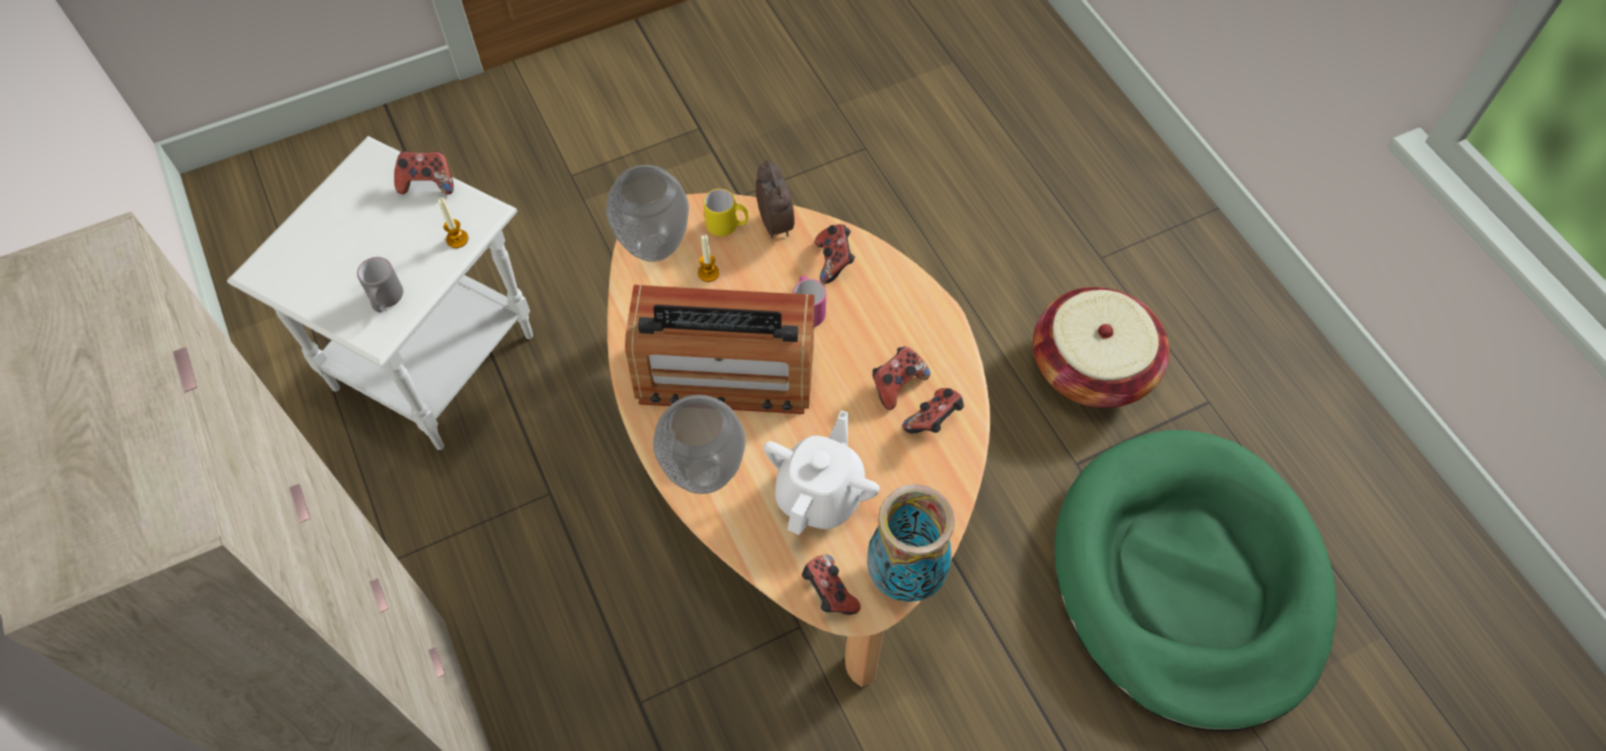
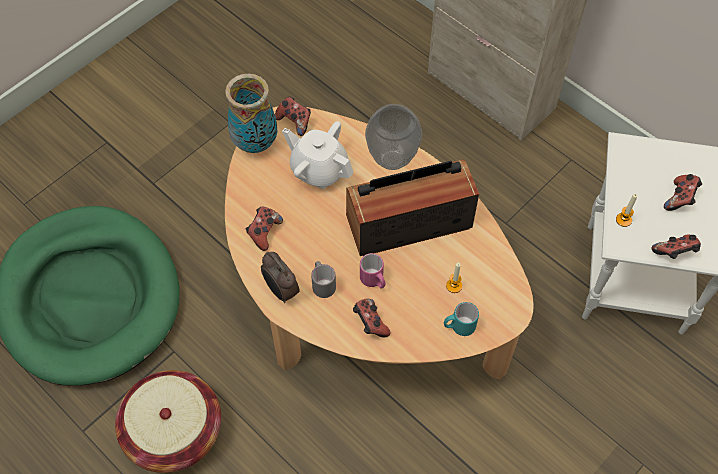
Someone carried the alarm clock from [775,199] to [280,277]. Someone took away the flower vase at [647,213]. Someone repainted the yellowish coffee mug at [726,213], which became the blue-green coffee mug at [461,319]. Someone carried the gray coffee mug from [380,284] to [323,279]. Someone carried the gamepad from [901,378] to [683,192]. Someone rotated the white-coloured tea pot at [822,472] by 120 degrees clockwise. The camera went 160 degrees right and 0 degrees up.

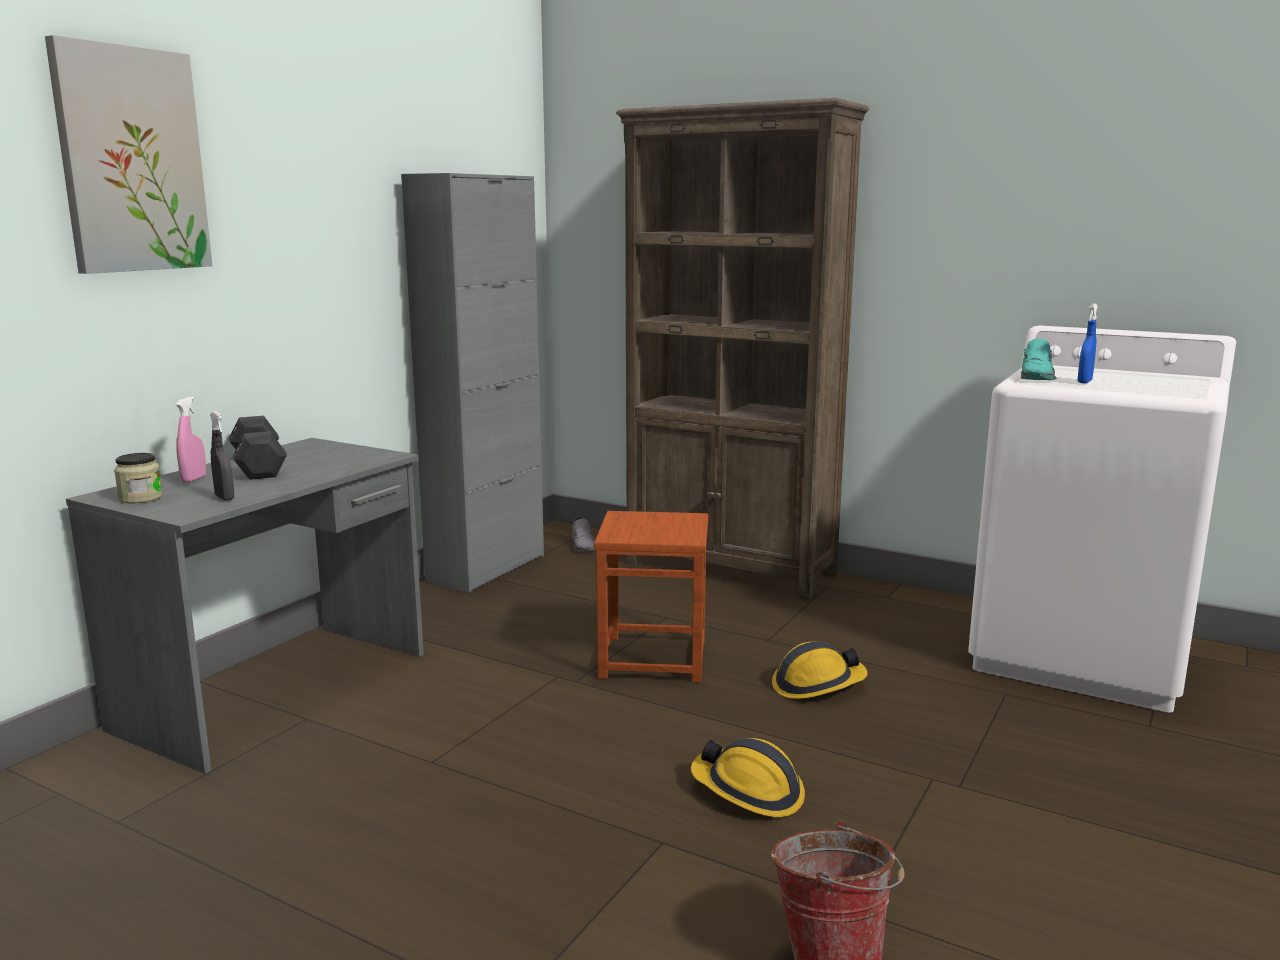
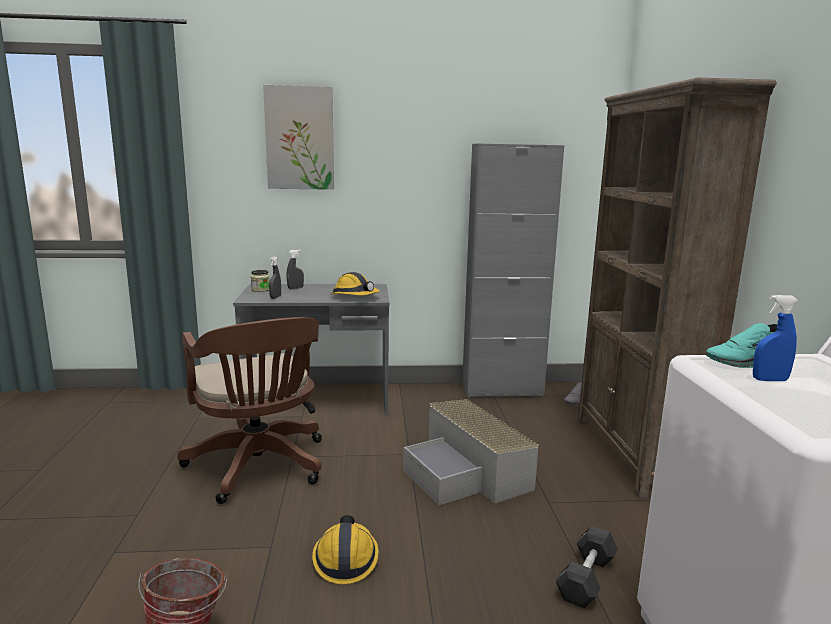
Someone repainted the pink spray bottle at [191,439], which became the gray spray bottle at [295,269]. Someone carried the black-coloured free weight from [258,448] to [587,567]. Someone swapped the brown stool at [651,597] for the gray storage bin at [471,452]. Someone carried the work helmet from [820,670] to [355,283]. Someone put down the brown desk chair at [249,410]. The camera went 55 degrees right and 0 degrees up.

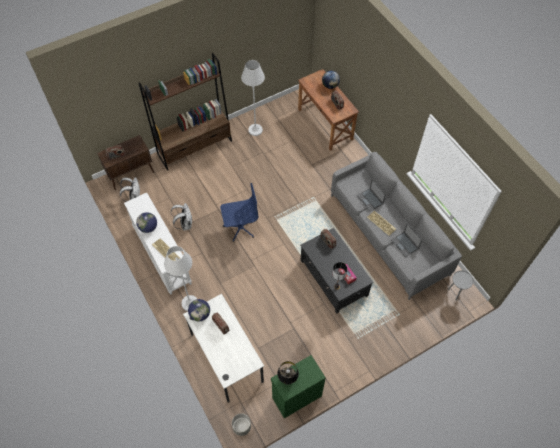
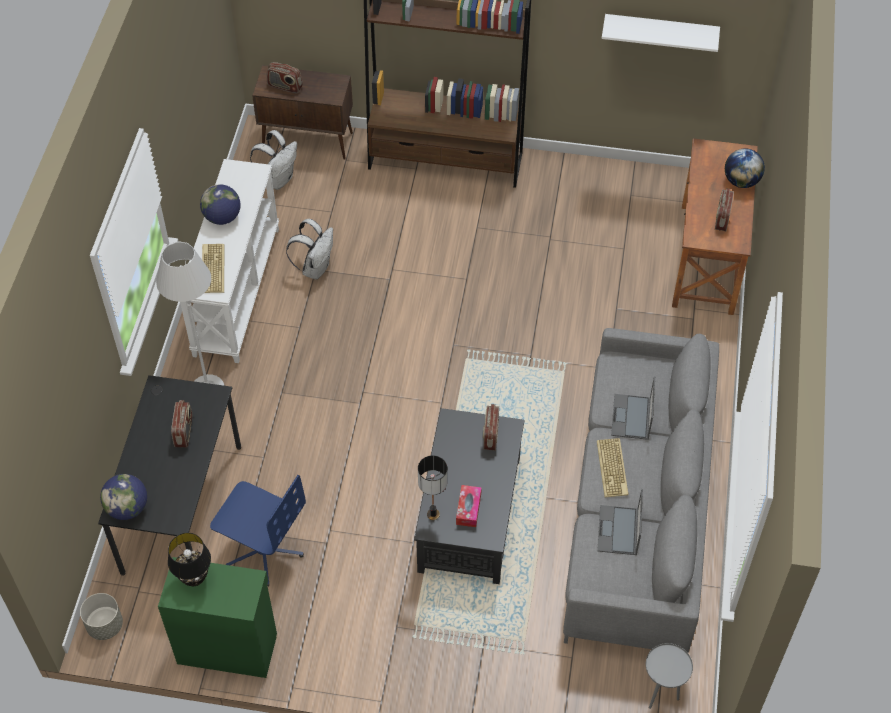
Someone took away the white-coloured standard lamp at [253,98]. Someone carried the blue-coloured desk chair from [239,212] to [258,531]. Someone repainted the white-coloured desk at [223,348], which became the black-coloured desk at [169,475]. Someone carried the globe from [199,310] to [123,497]. Someone put up the white-coloured shelf at [661,33]. The camera went 40 degrees right and 5 degrees down.

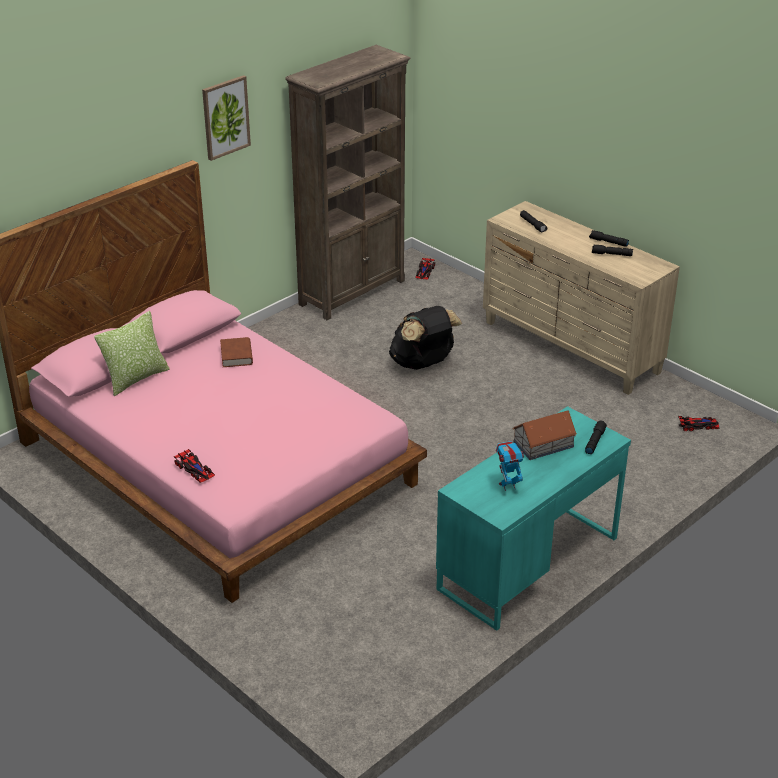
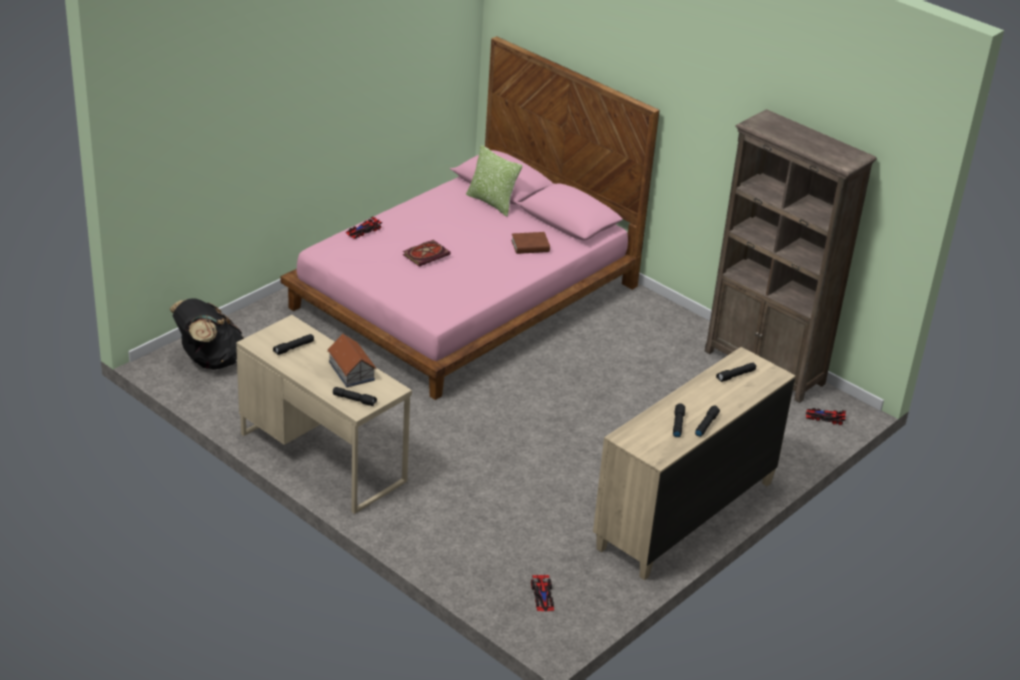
Someone took away the picture at [226,118]. Someone carried the black-coloured knapsack from [425,338] to [207,334]. Someone repainted the blue-green desk at [533,518], which became the beige-coloured desk at [324,414]. Someone swapped the robot figure at [511,466] for the black-coloured hand torch at [293,344]. Someone put down the book at [427,253]. The camera went 85 degrees right and 0 degrees up.

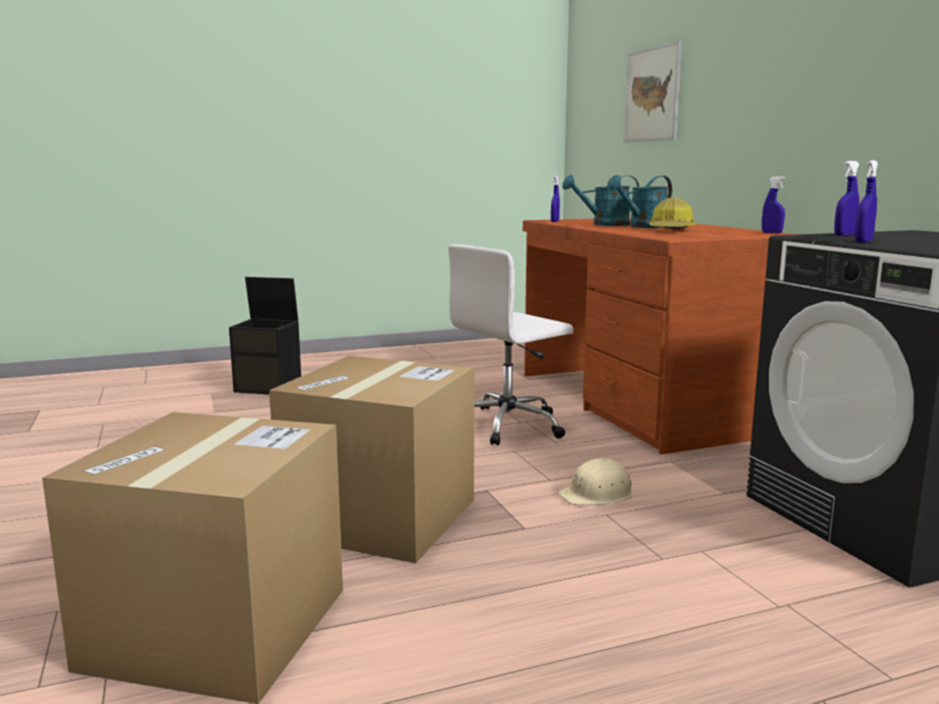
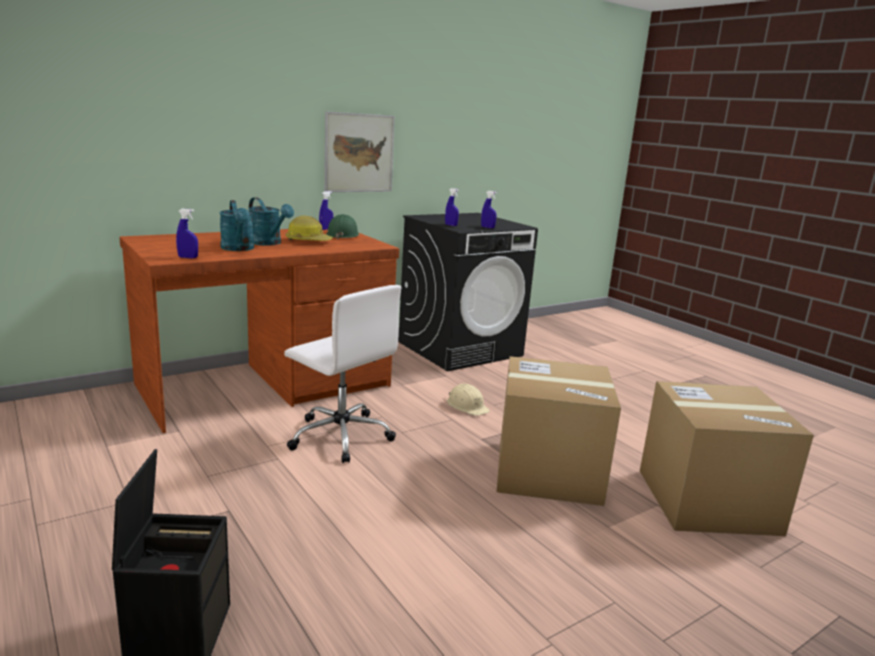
Someone carried the picture from [653,91] to [359,151]. Someone put down the green-coloured work helmet at [342,226]. The camera went 105 degrees left and 5 degrees up.

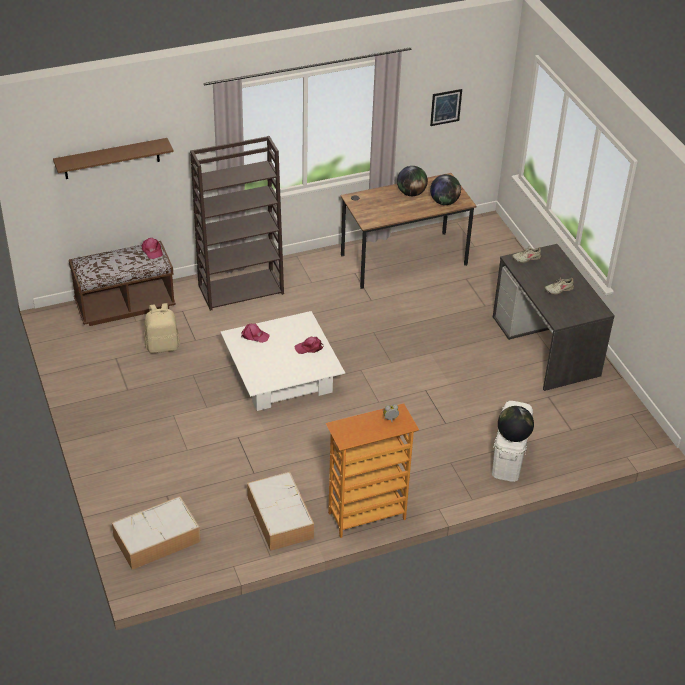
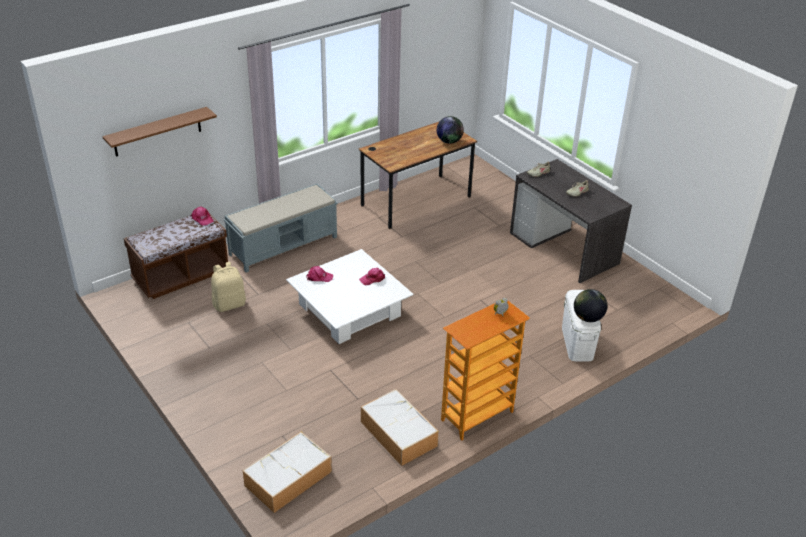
Someone took away the picture at [446,107]. Someone swapped the brown bookshelf at [237,223] for the gray bench at [281,228]. Someone took away the globe at [412,181]. The camera went 15 degrees left and 5 degrees down.

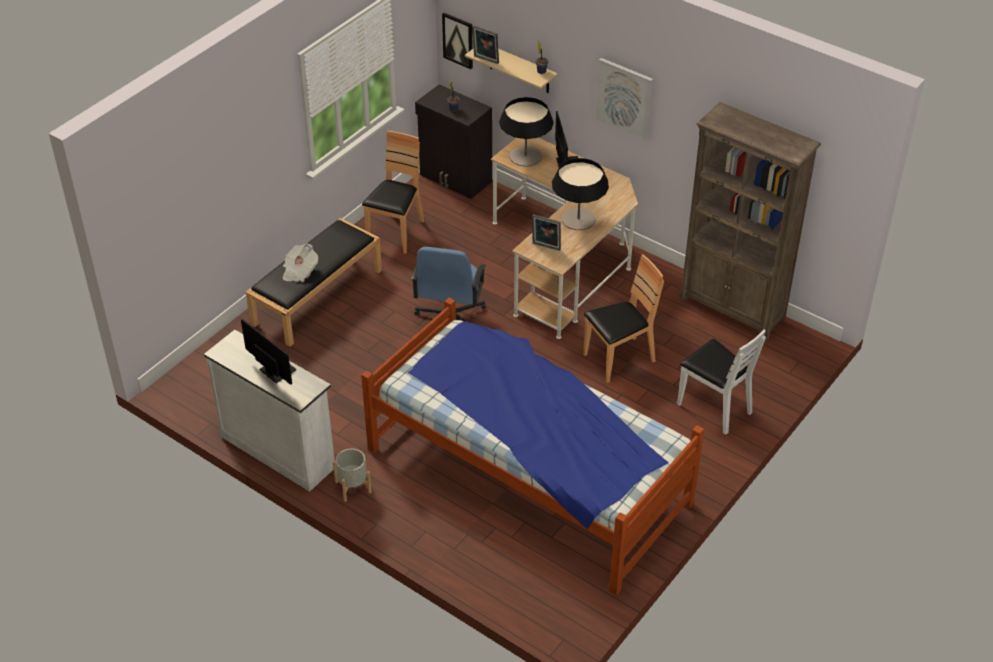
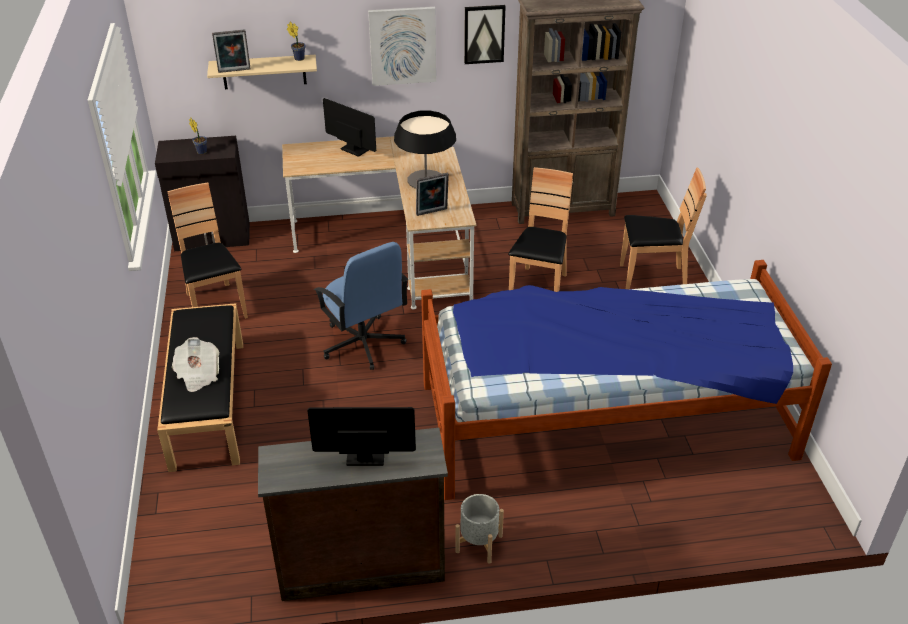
Someone carried the picture from [457,41] to [484,34]. Someone took away the tabletop lamp at [526,132]. Someone repainted the white-coloured drawer chest at [269,411], which became the brown drawer chest at [353,514]. Someone repainted the white-coloured chair at [721,382], which became the brown chair at [663,228]. The camera went 45 degrees left and 5 degrees down.

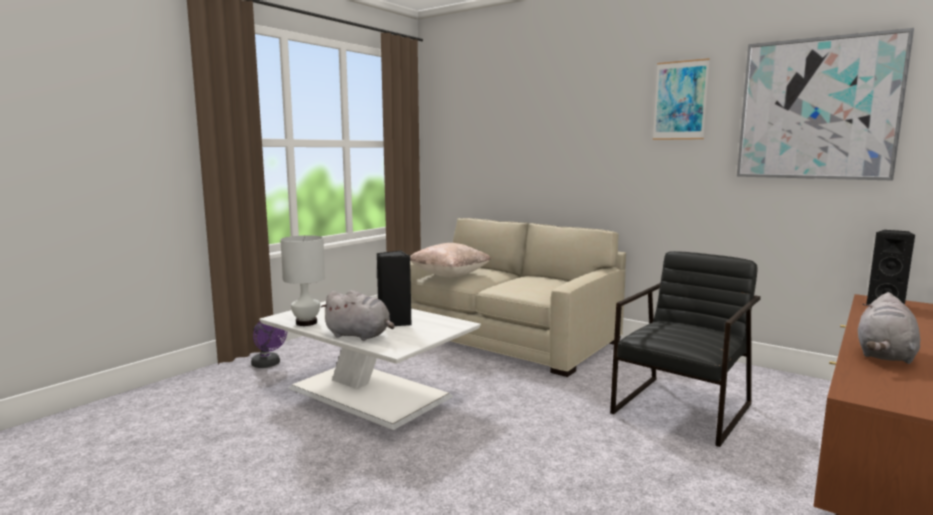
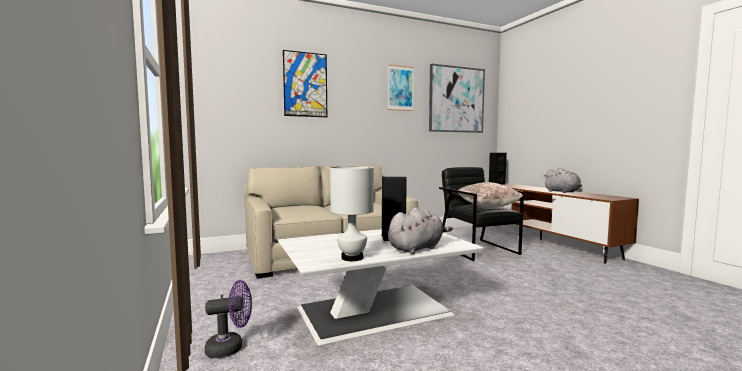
Someone carried the beige-coloured cushion from [450,260] to [490,195]. Someone put up the picture at [305,83]. The camera went 60 degrees left and 5 degrees down.

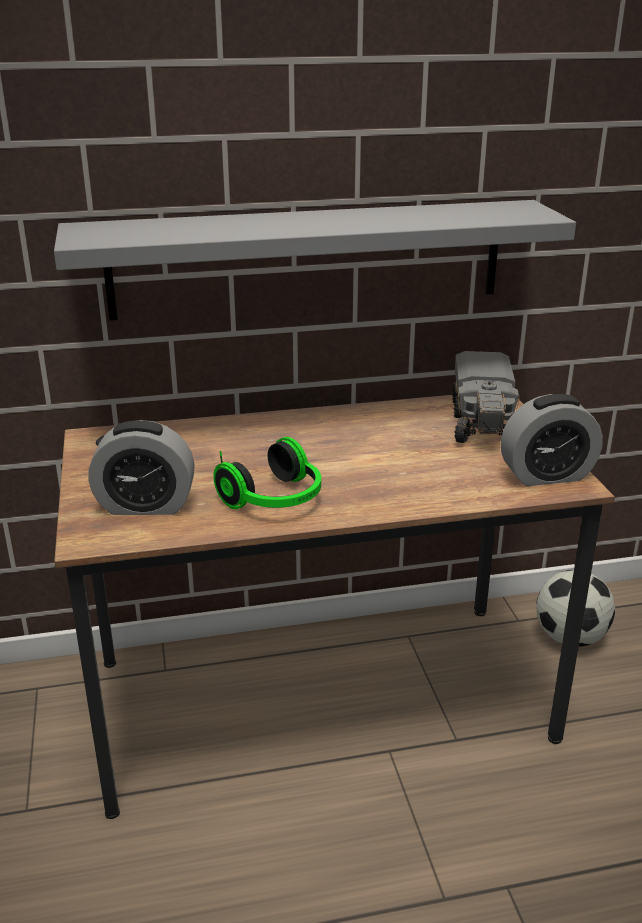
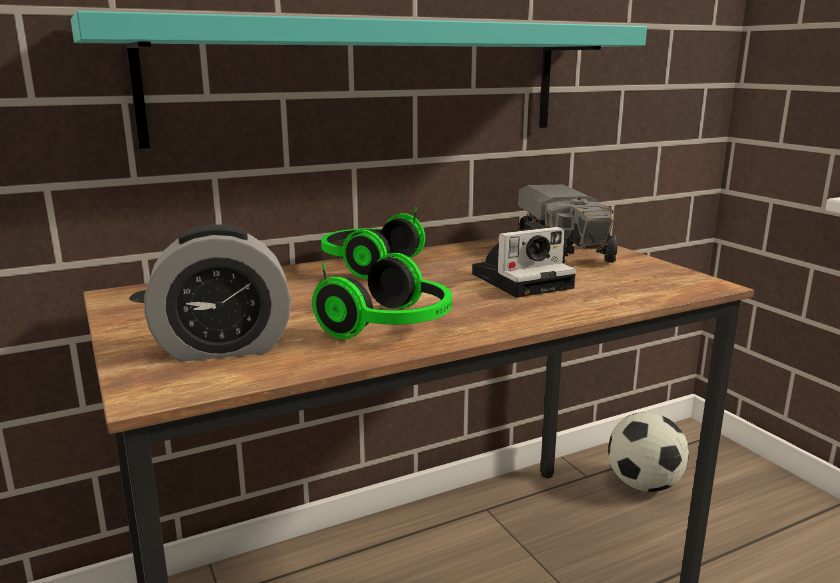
Someone repainted the gray shelf at [315,260], which became the blue-green shelf at [359,80]. Someone took away the alarm clock at [552,440]. Someone put down the headphones at [373,242]. Someone put down the still camera at [524,259]. The camera went 15 degrees left and 10 degrees down.

